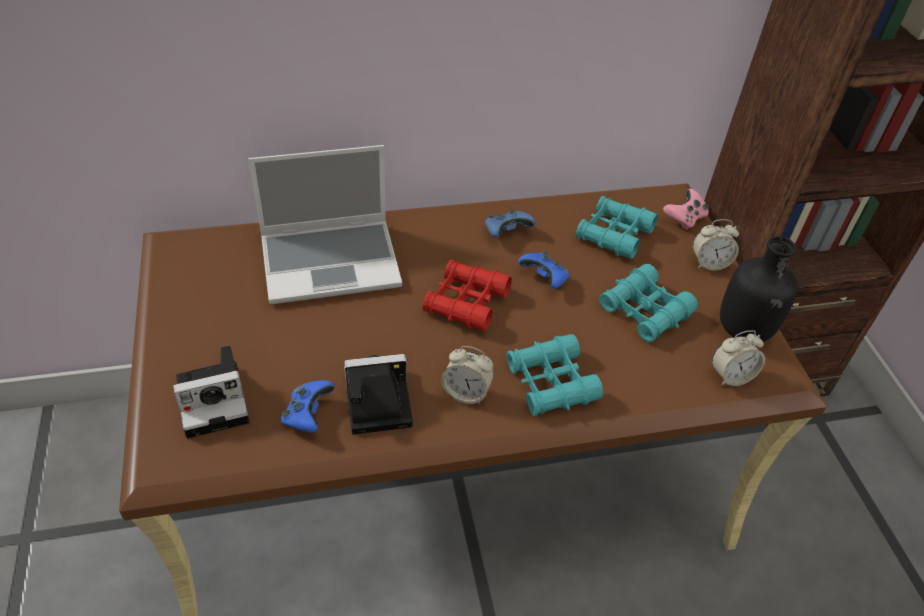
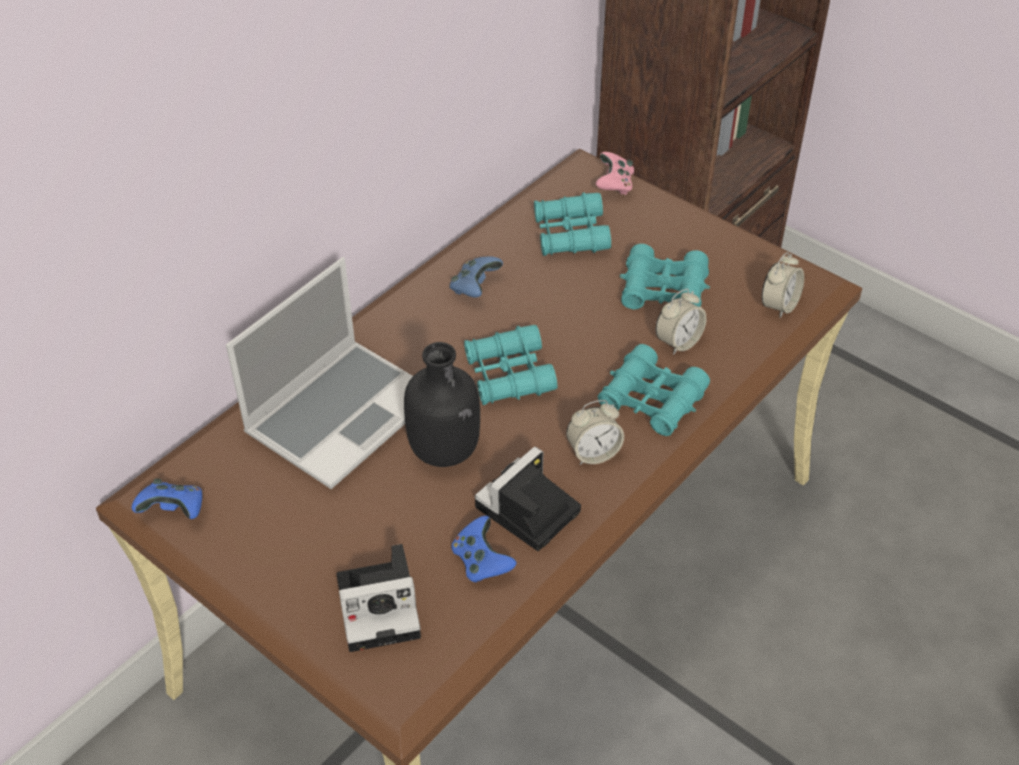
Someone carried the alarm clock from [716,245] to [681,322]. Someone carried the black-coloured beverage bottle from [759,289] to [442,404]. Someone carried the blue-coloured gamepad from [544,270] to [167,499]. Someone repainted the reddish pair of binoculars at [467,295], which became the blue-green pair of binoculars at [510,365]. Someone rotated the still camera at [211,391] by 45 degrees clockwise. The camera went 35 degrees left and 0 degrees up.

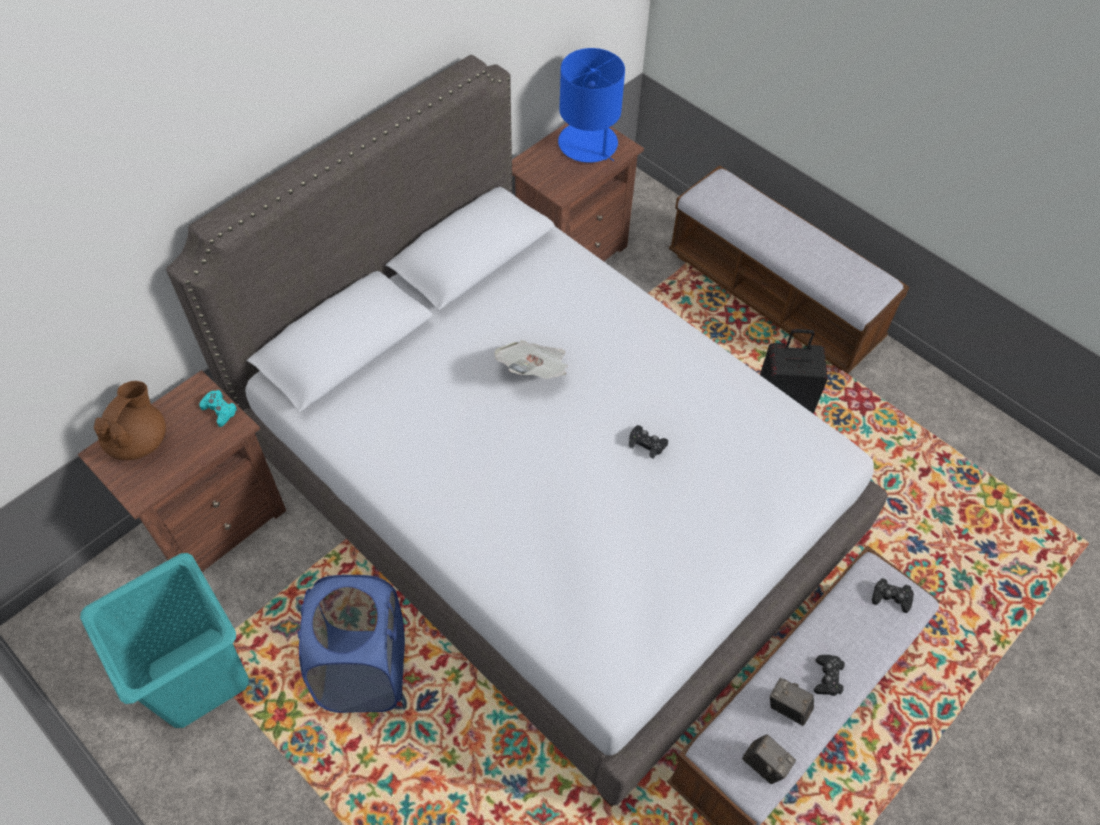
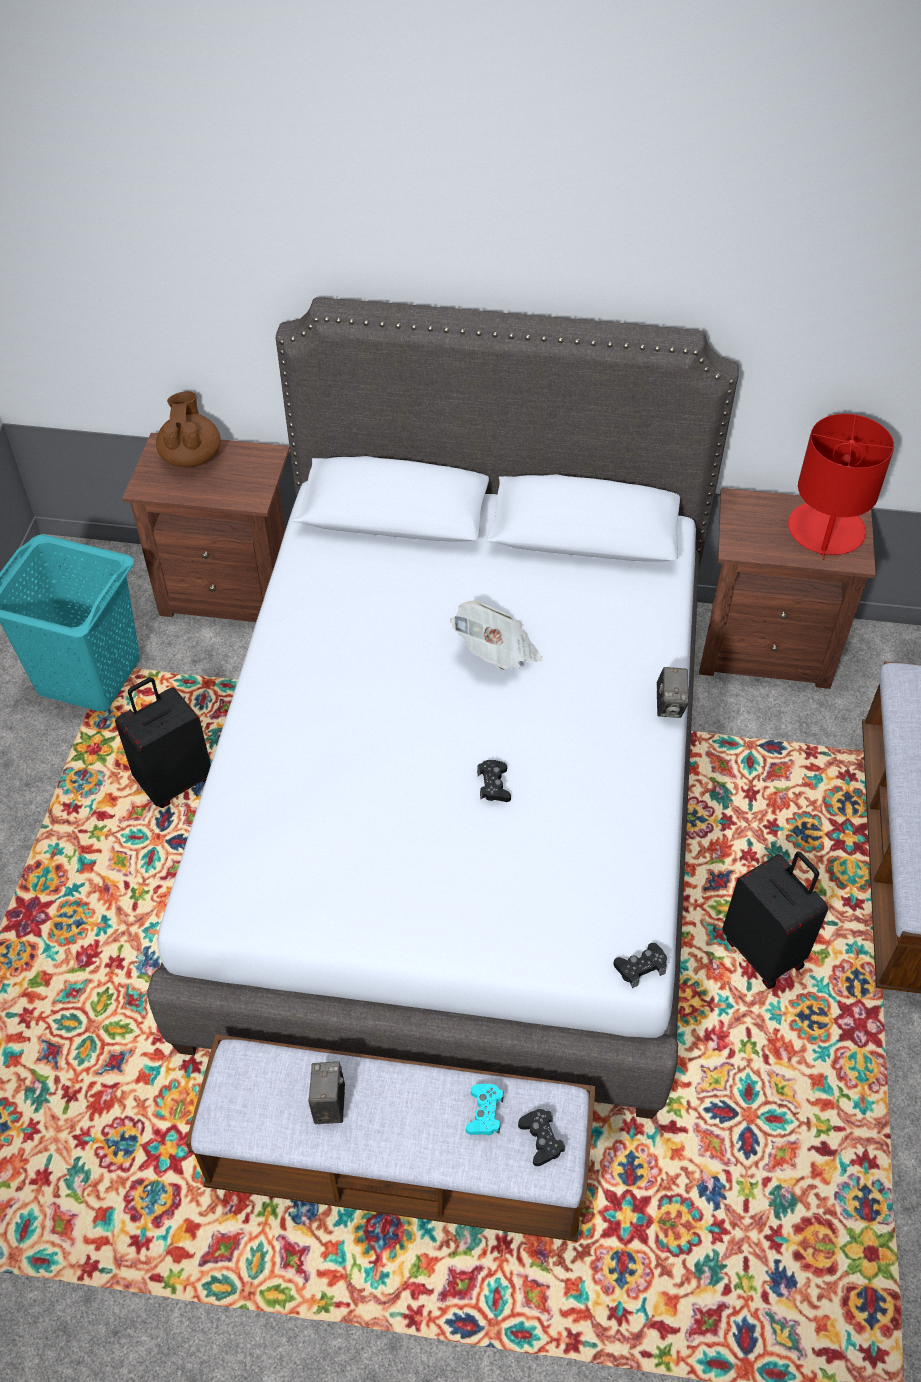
Someone repainted the blue-coloured tabletop lamp at [591,105], which became the reddish tabletop lamp at [841,487]. Someone rotated the brown tea pot at [130,420] by 75 degrees counterclockwise. Someone carried the blue-green gamepad from [218,408] to [485,1109]. Someone swapped the blue-coloured laundry basket at [351,644] for the black-coloured piece of luggage at [163,742]. Someone carried the black-coloured gamepad from [829,675] to [640,965]. Someone carried the still camera from [769,759] to [673,692]. The camera went 55 degrees right and 5 degrees down.

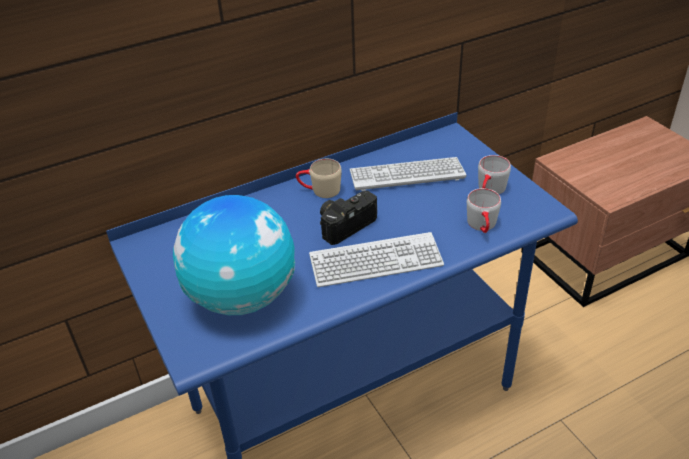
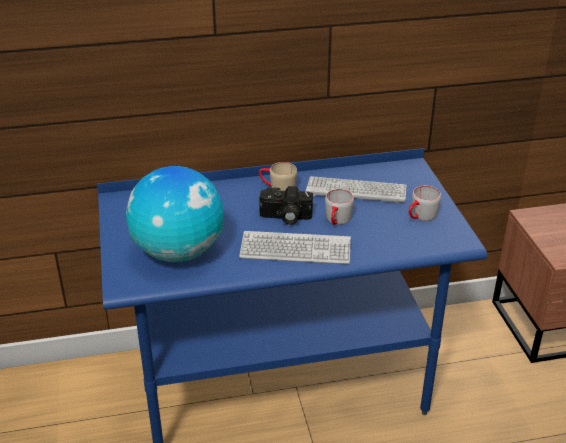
Someone carried the gray coffee mug from [484,210] to [339,207]. Someone rotated the still camera at [348,217] by 150 degrees counterclockwise. The camera went 15 degrees right and 5 degrees down.

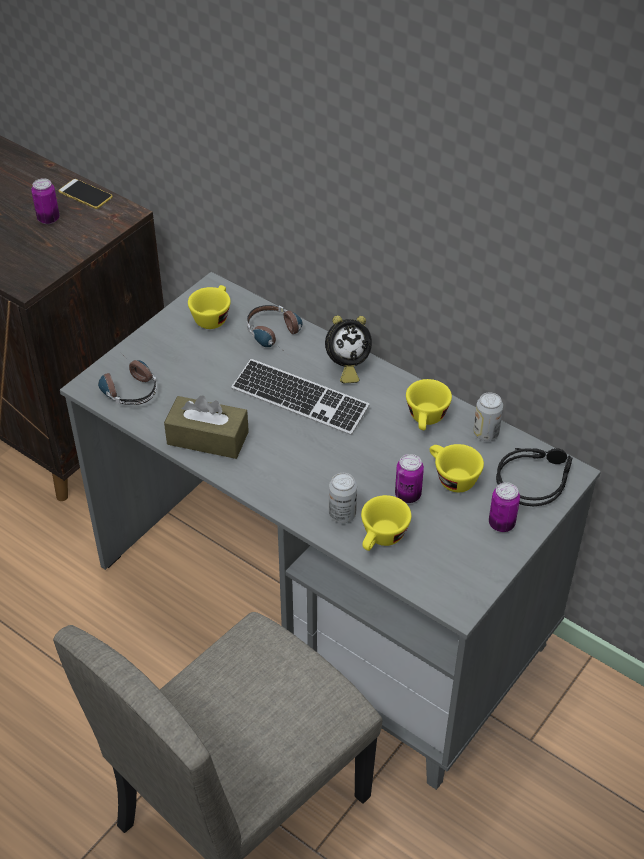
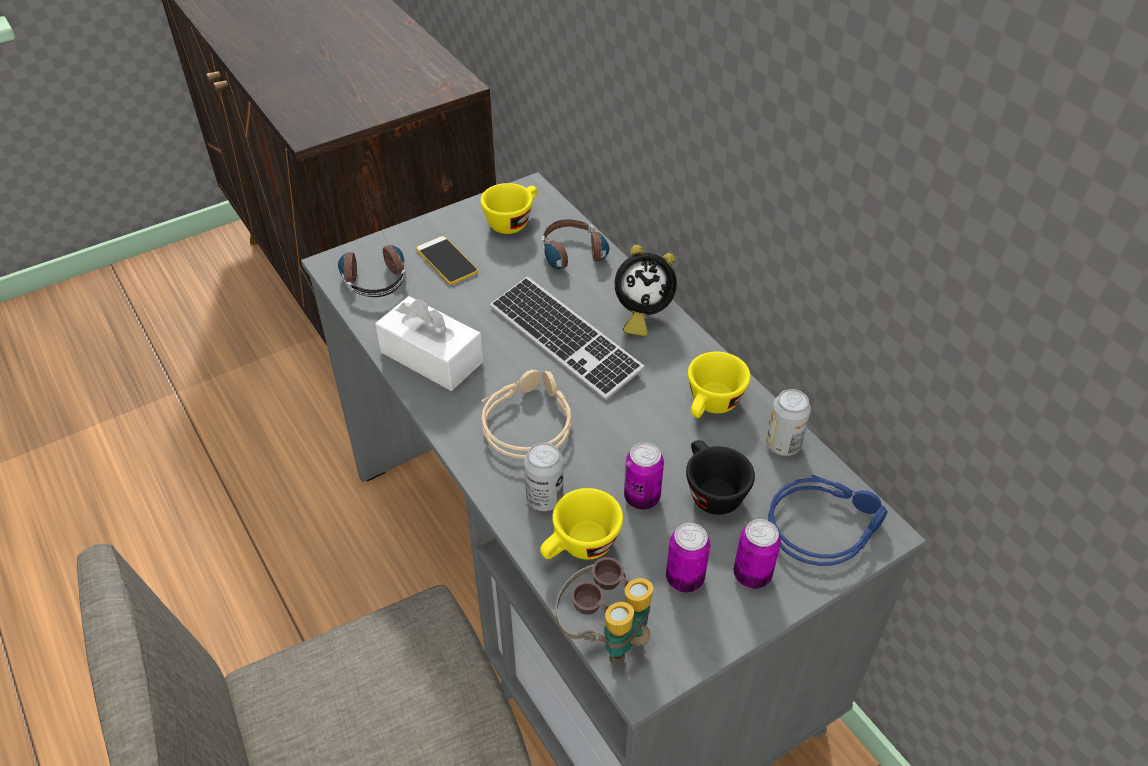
Someone carried the can from [45,201] to [688,558]. Someone carried the phone from [86,194] to [447,260]. Someone repainted the brown box of tissues at [206,427], which became the white-coloured box of tissues at [429,343]. Someone repainted the yellowish small cup at [456,468], which became the black-coloured small cup at [720,477]. Someone repainted the black-coloured headphones at [534,477], which became the blue-coloured headphones at [828,520]. Someone put down the beige-coloured headphones at [526,414]. Someone put down the pair of binoculars at [604,611]. The camera went 20 degrees right and 0 degrees up.

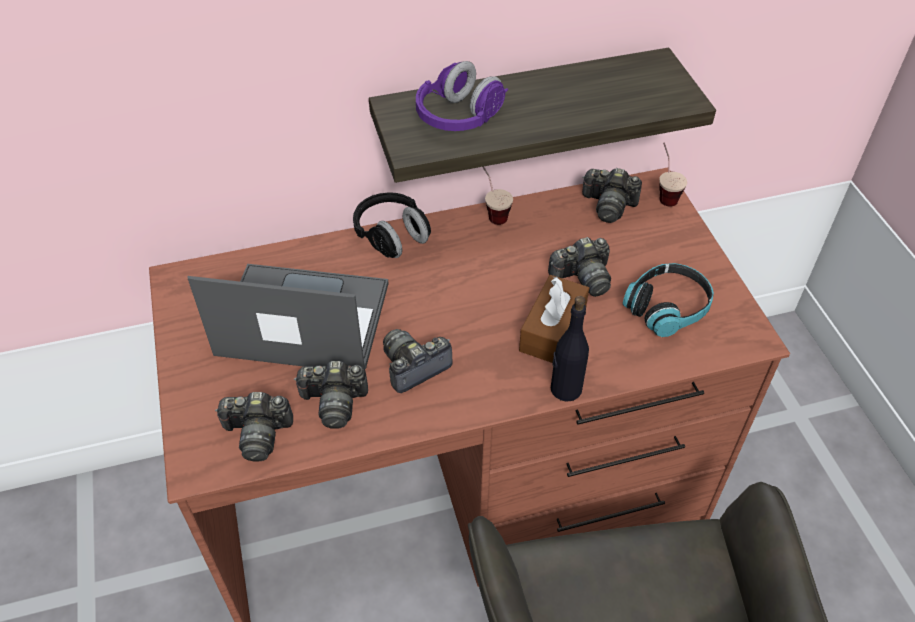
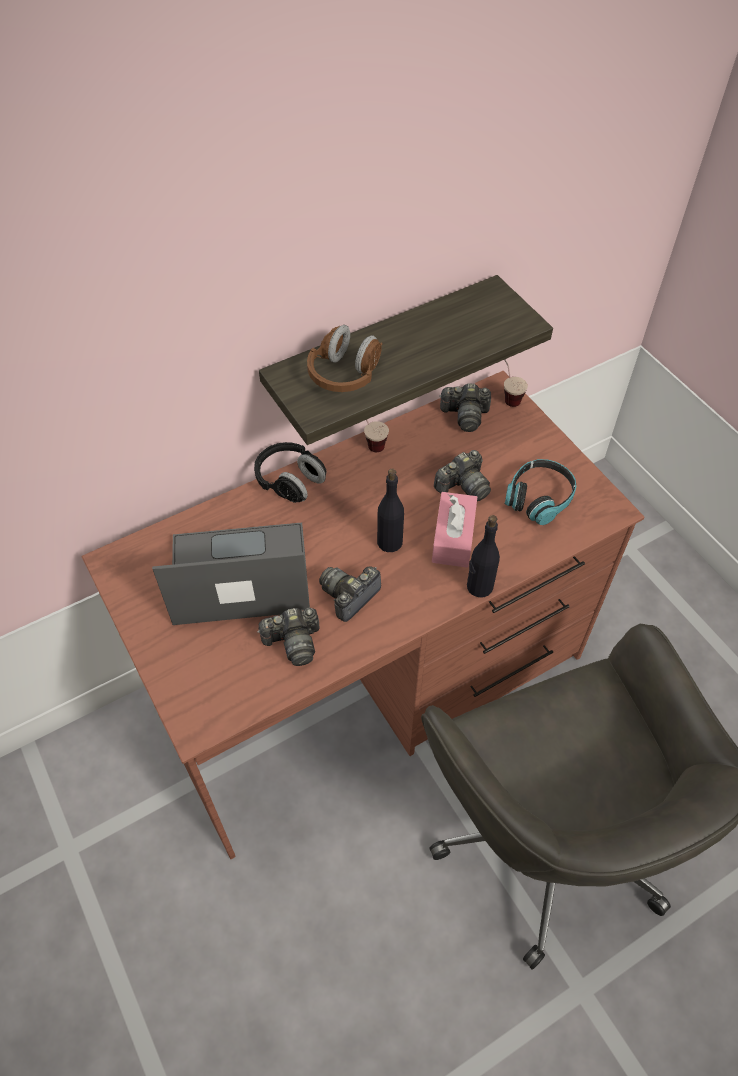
Someone repainted the purple headphones at [462,96], which became the brown headphones at [345,358]. Someone repainted the brown box of tissues at [554,319], which became the pink box of tissues at [454,530]. Someone took away the still camera at [254,426]. Someone put down the black-coloured beverage bottle at [390,510]. The camera went 15 degrees left and 5 degrees up.

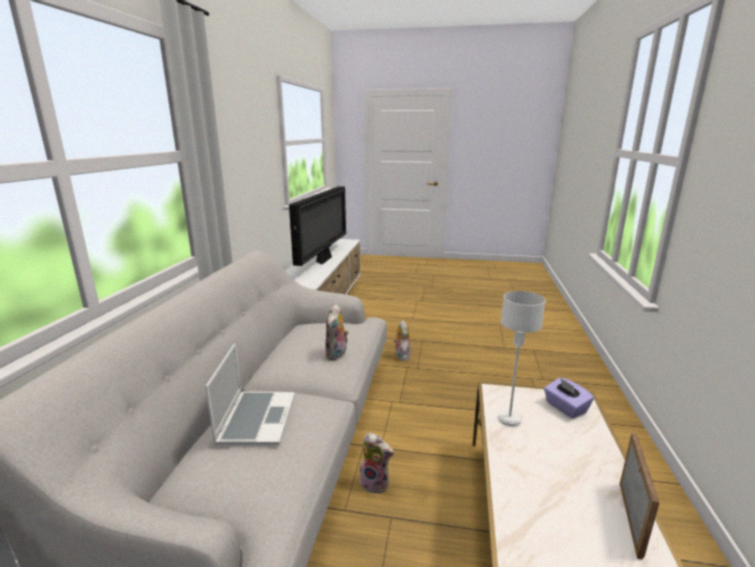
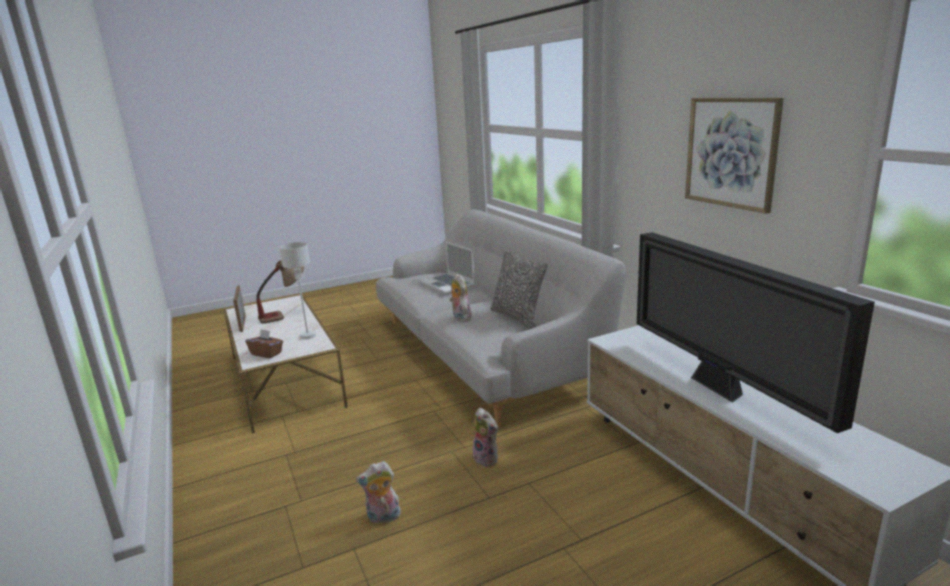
Someone repainted the purple box of tissues at [569,397], which became the brown box of tissues at [264,343]. Someone carried the cuddly toy from [376,463] to [378,492]. Someone put up the picture at [734,155]. Someone put down the cushion at [519,289]. Someone put down the tabletop lamp at [280,292]. The camera went 145 degrees right and 0 degrees up.

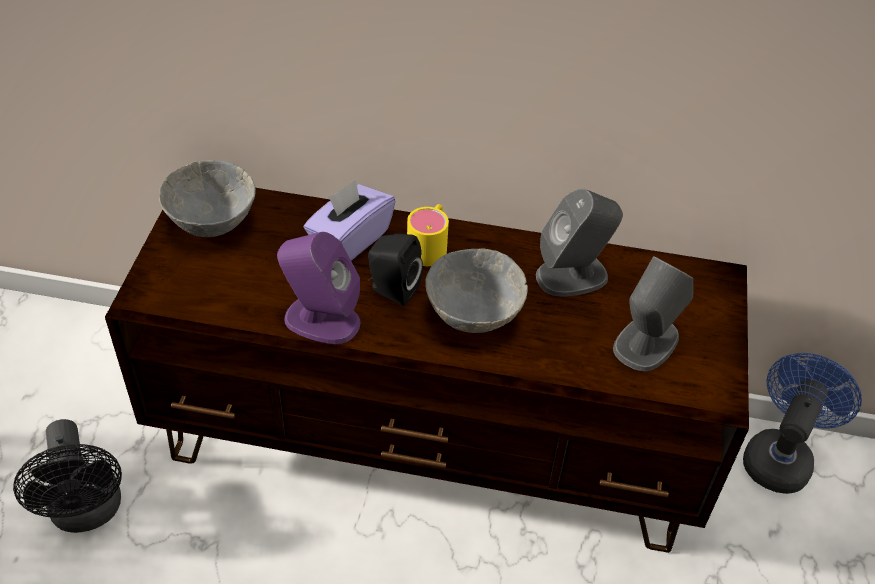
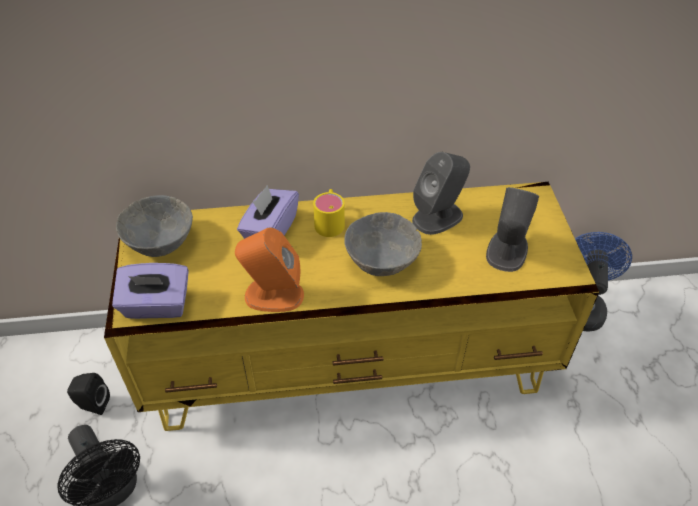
Someone repainted the brown tv unit at [427,370], which became the yellowish tv unit at [351,306]. Someone repainted the purple loudspeaker at [319,288], which became the orange-coloured loudspeaker at [269,269]. Someone carried the black-coloured loudspeaker from [395,270] to [88,394]. Someone put down the purple box of tissues at [150,291]. The camera went 15 degrees left and 0 degrees up.

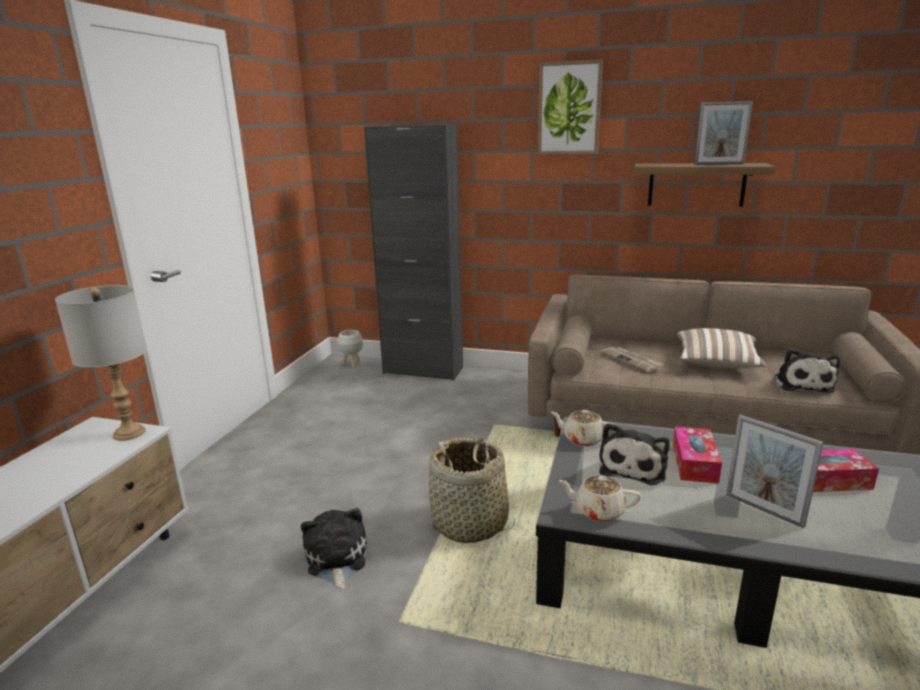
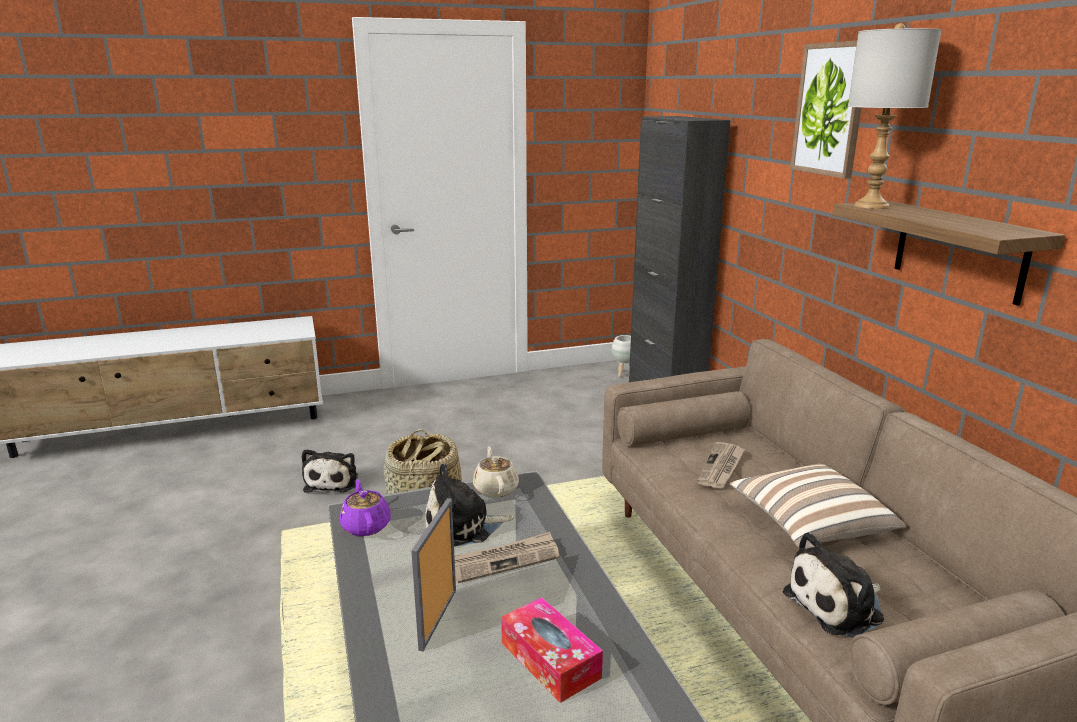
Someone took away the picture frame at [723,133]. Someone carried the gray tabletop lamp from [101,363] to [895,116]. Someone swapped the box of tissues at [697,455] for the printed paper at [506,557]. Someone repainted the beige-coloured tea pot at [599,498], which became the purple tea pot at [365,507]. Someone rotated the cuddly toy at [334,549] by 135 degrees clockwise. The camera went 55 degrees right and 0 degrees up.

